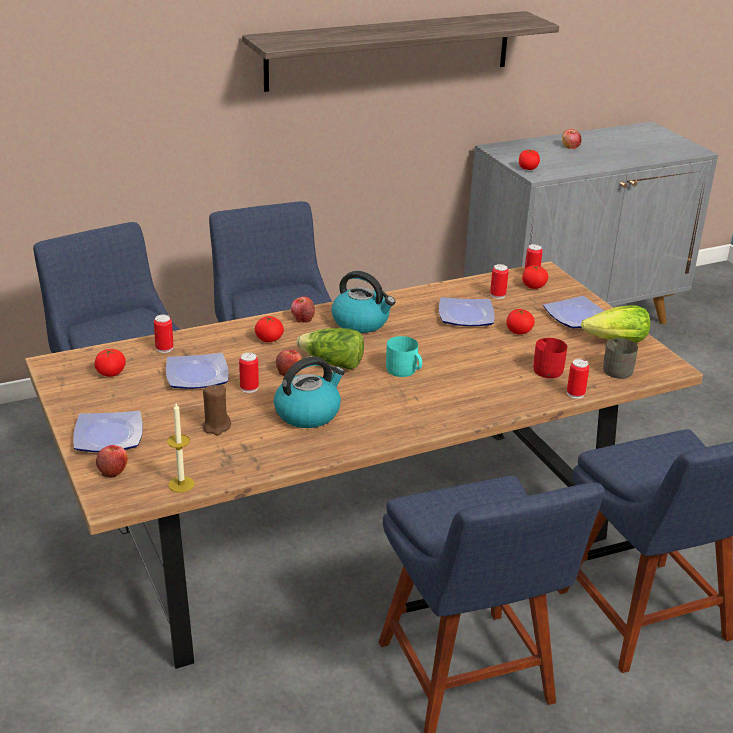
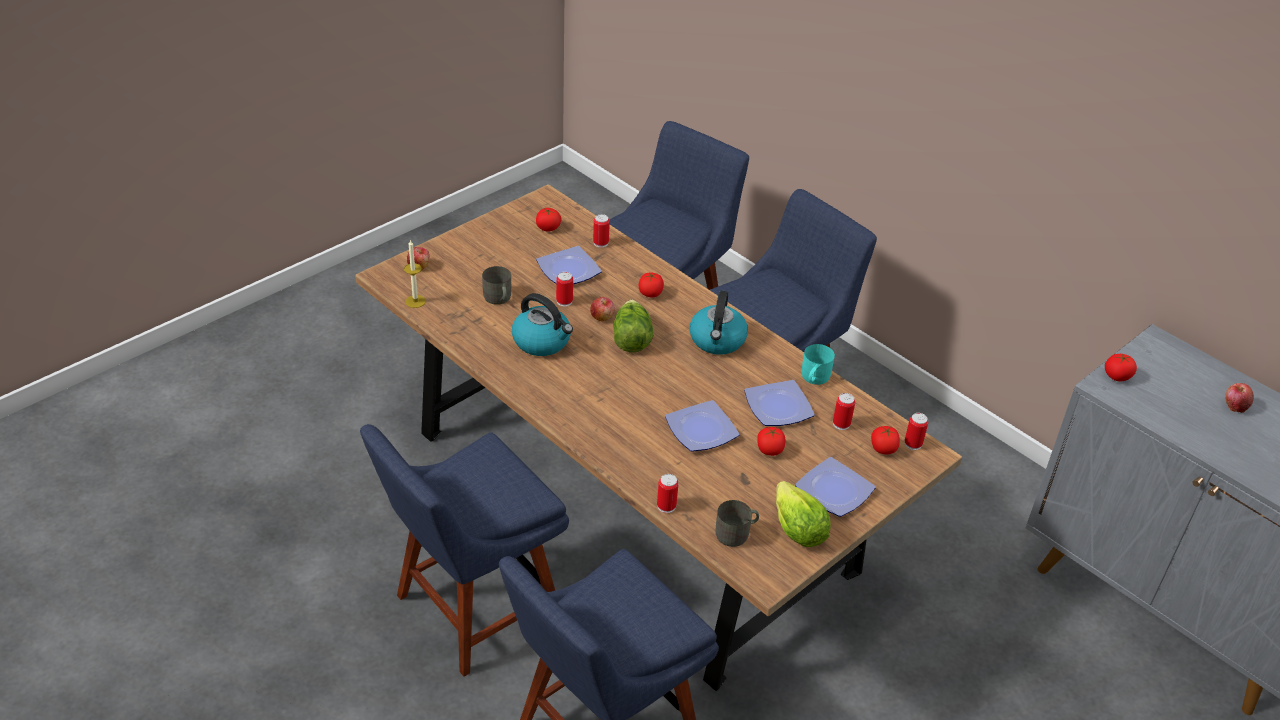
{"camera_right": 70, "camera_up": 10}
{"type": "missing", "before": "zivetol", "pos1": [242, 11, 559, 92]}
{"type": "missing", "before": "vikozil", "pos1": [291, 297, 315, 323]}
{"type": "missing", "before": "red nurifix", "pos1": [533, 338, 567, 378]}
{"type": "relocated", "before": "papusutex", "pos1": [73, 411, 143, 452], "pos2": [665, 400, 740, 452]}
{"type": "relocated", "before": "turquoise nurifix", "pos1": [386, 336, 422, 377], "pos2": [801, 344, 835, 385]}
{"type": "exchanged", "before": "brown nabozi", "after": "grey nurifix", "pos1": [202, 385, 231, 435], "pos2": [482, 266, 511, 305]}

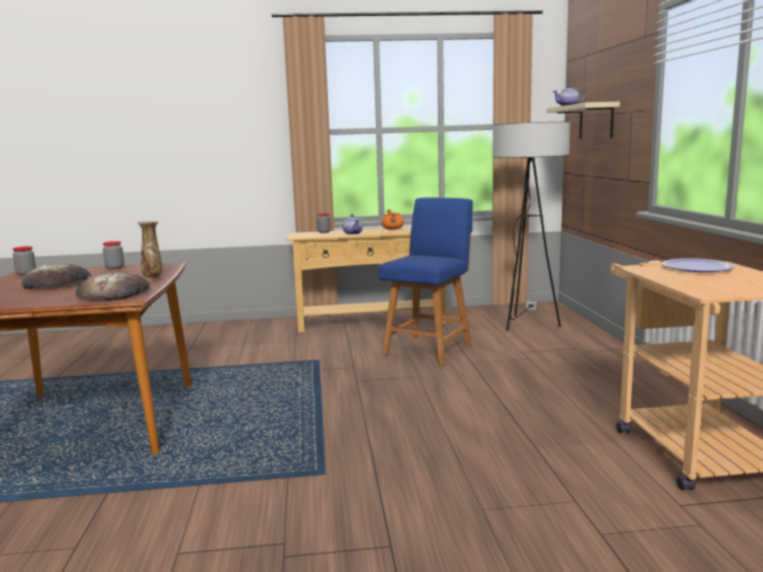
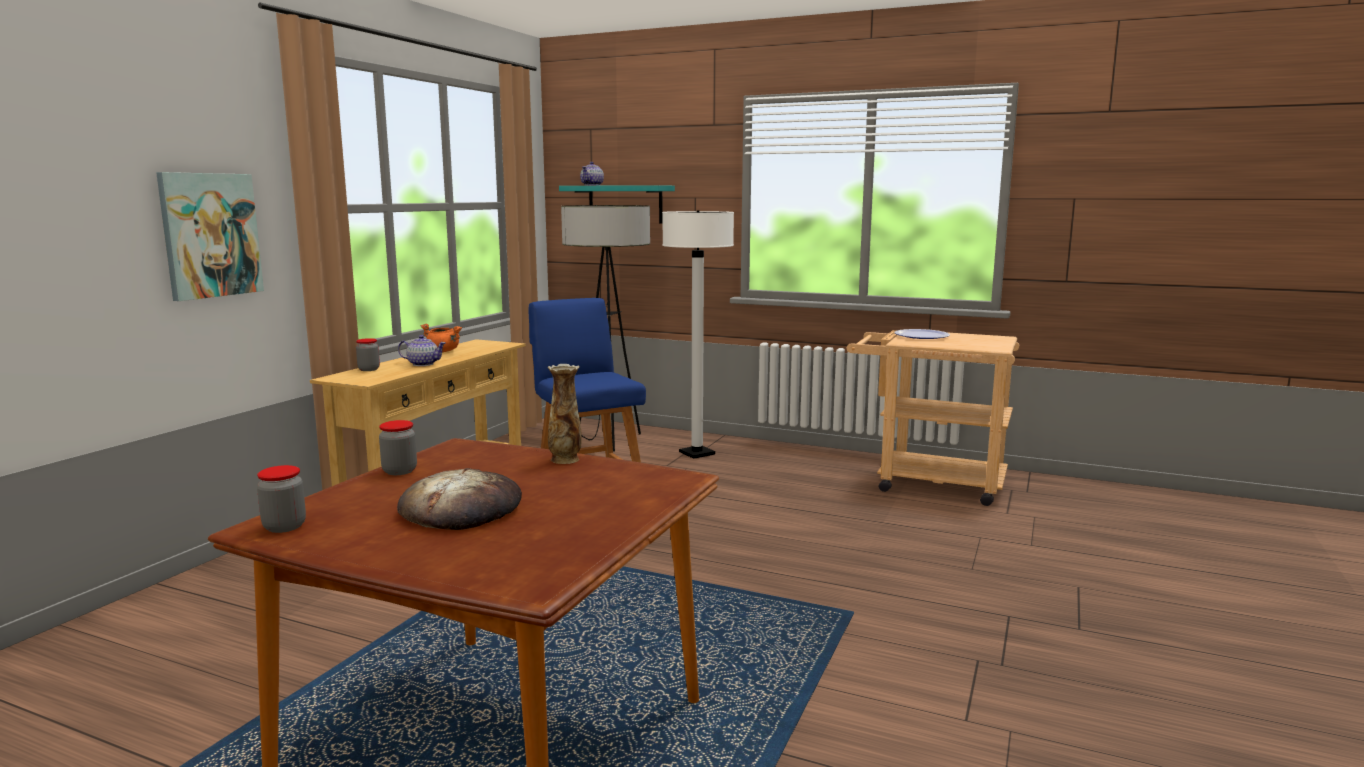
{"camera_right": -60, "camera_up": 0}
{"type": "missing", "before": "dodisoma", "pos1": [76, 272, 150, 301]}
{"type": "appeared", "after": "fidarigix", "pos2": [156, 172, 264, 301]}
{"type": "appeared", "after": "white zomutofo", "pos2": [662, 210, 734, 459]}
{"type": "colour", "before": "beige zivetol", "after": "turquoise zivetol", "pos1": [546, 102, 620, 139], "pos2": [559, 185, 675, 224]}

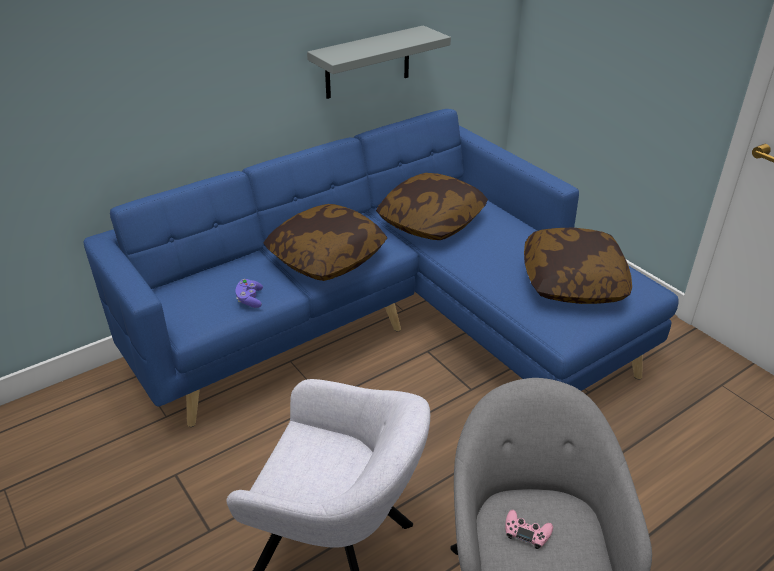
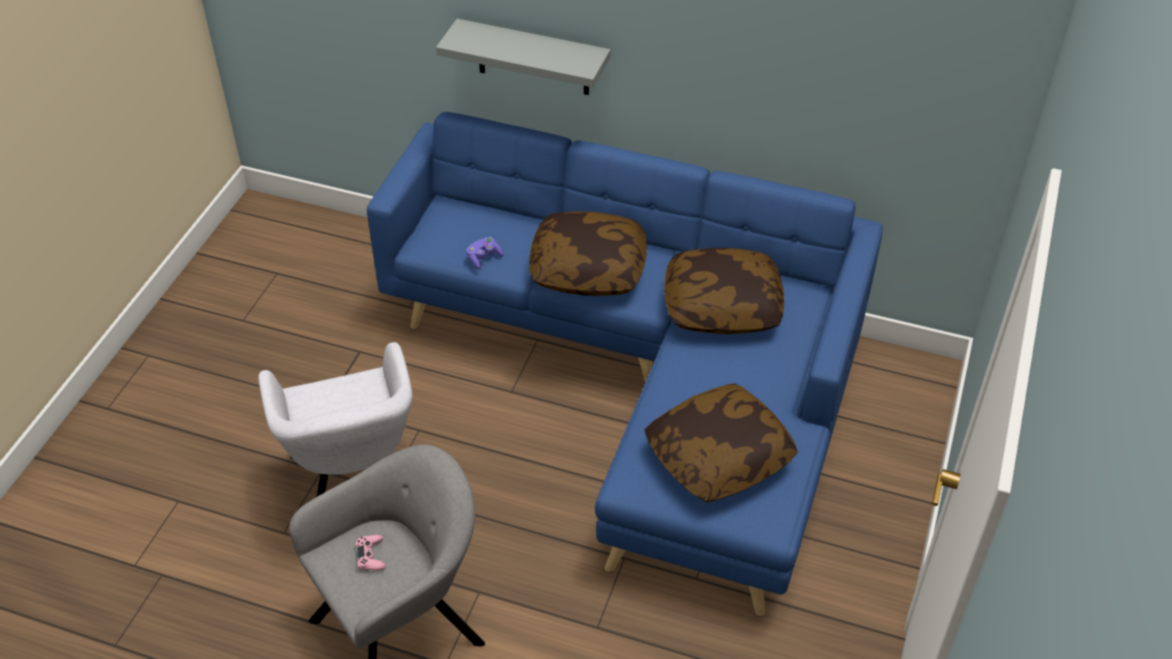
{"camera_right": 55, "camera_up": 10}
{"type": "relocated", "before": "grey zivetol", "pos1": [307, 25, 451, 99], "pos2": [436, 19, 610, 95]}

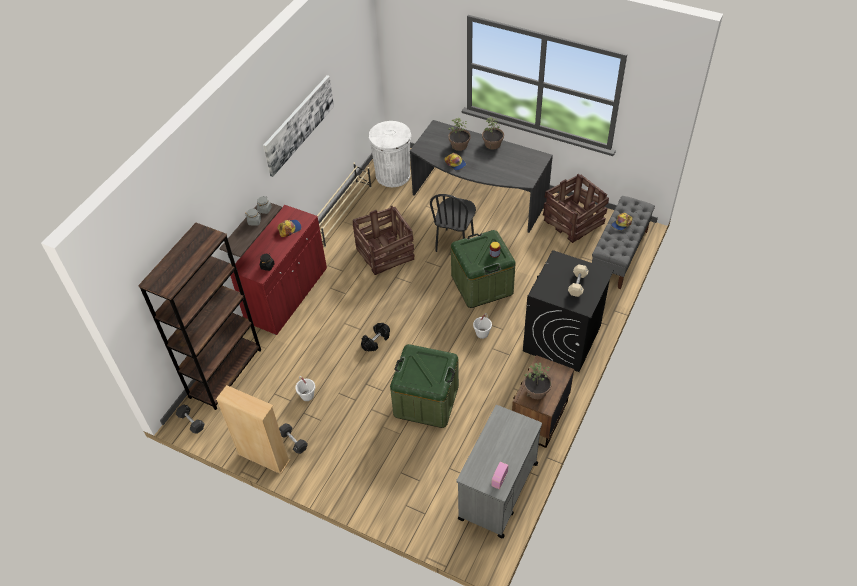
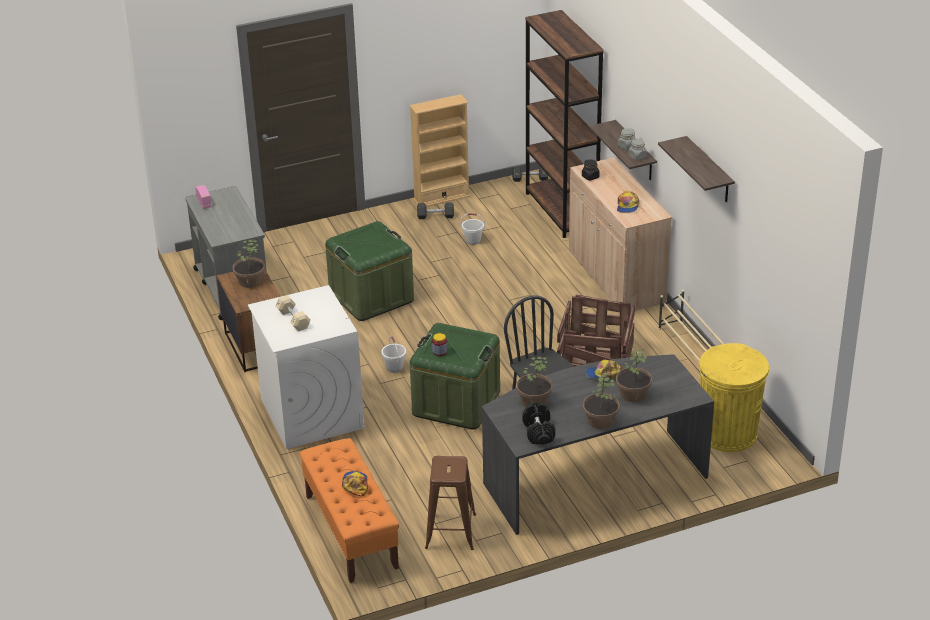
{"camera_right": 130, "camera_up": -15}
{"type": "appeared", "after": "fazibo", "pos2": [516, 357, 552, 407]}
{"type": "relocated", "before": "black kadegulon", "pos1": [361, 323, 390, 352], "pos2": [522, 402, 555, 445]}
{"type": "exchanged", "before": "fidarigix", "after": "zivetol", "pos1": [263, 75, 334, 177], "pos2": [658, 136, 735, 202]}
{"type": "exchanged", "before": "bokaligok", "after": "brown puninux", "pos1": [543, 174, 609, 243], "pos2": [425, 456, 476, 550]}
{"type": "colour", "before": "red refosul", "after": "beige refosul", "pos1": [231, 205, 327, 335], "pos2": [569, 157, 672, 311]}
{"type": "colour", "before": "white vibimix", "after": "yellow vibimix", "pos1": [369, 121, 411, 187], "pos2": [699, 343, 769, 452]}
{"type": "colour", "before": "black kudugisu", "after": "white kudugisu", "pos1": [523, 250, 614, 372], "pos2": [248, 285, 365, 449]}
{"type": "colour", "before": "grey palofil", "after": "orange palofil", "pos1": [592, 196, 655, 289], "pos2": [299, 438, 399, 583]}

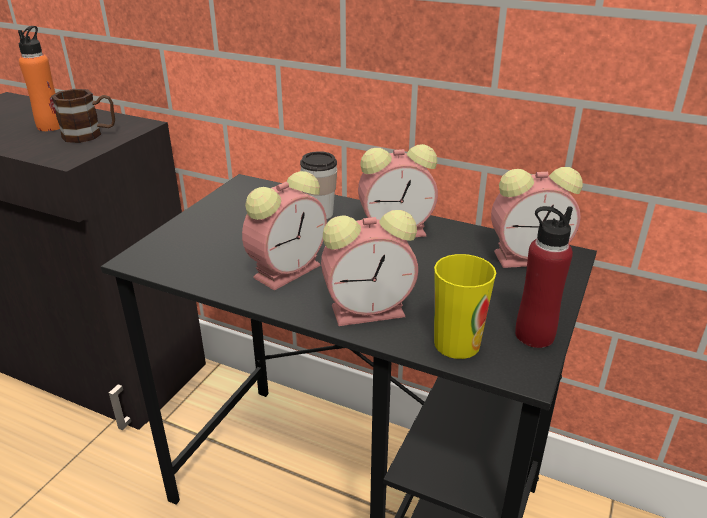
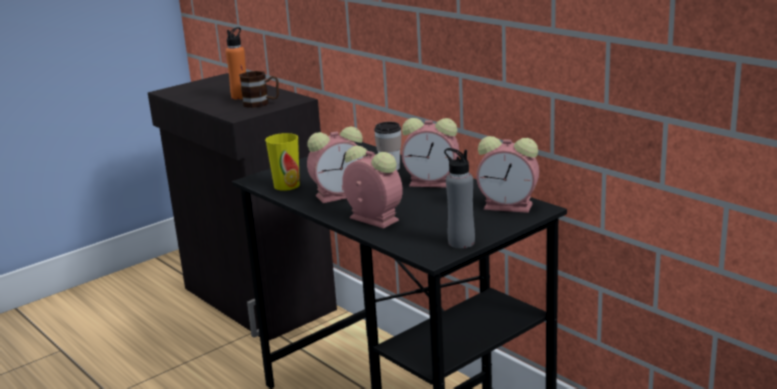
{"camera_right": 25, "camera_up": -10}
{"type": "relocated", "before": "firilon", "pos1": [434, 254, 496, 359], "pos2": [265, 133, 300, 191]}
{"type": "colour", "before": "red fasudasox", "after": "grey fasudasox", "pos1": [515, 206, 573, 348], "pos2": [444, 148, 475, 248]}
{"type": "spun", "before": "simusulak", "pos1": [321, 210, 418, 326], "pos2": [342, 146, 403, 229], "turn": -150}

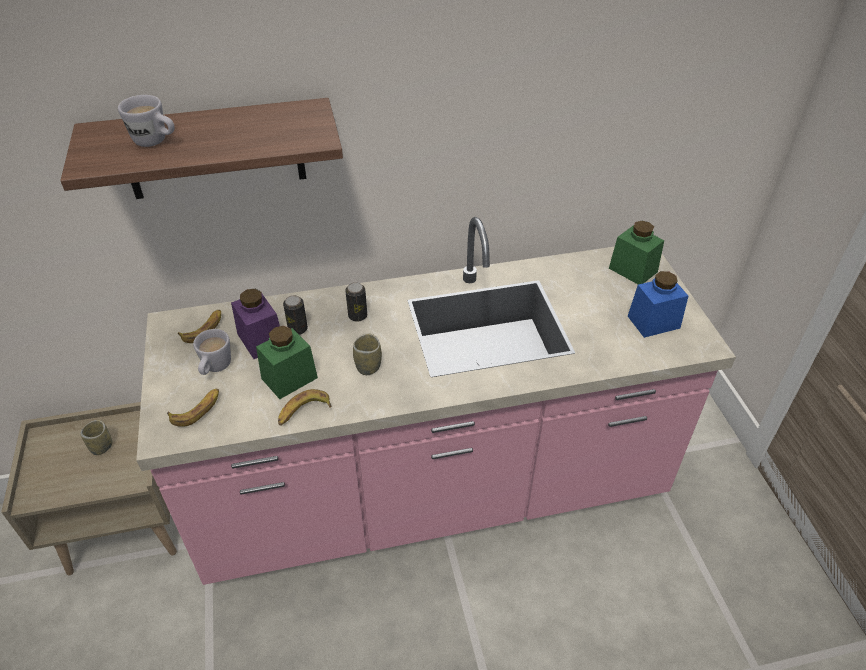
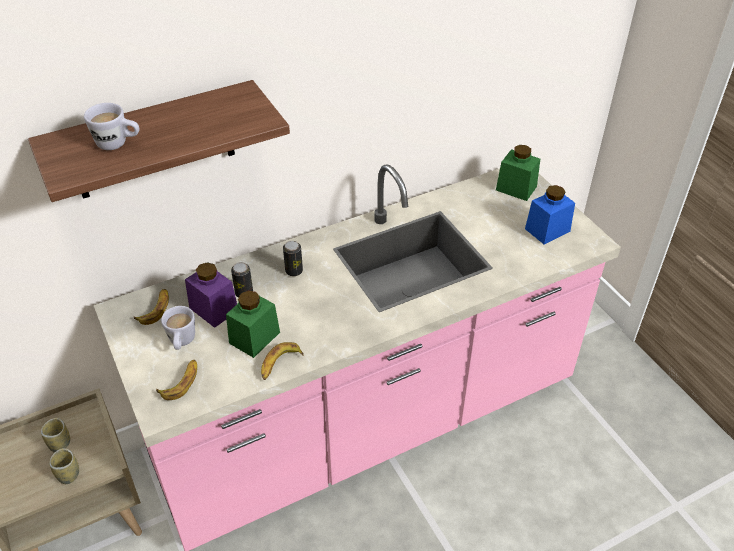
{"camera_right": -15, "camera_up": 0}
{"type": "relocated", "before": "firilon", "pos1": [353, 333, 382, 375], "pos2": [49, 448, 79, 484]}

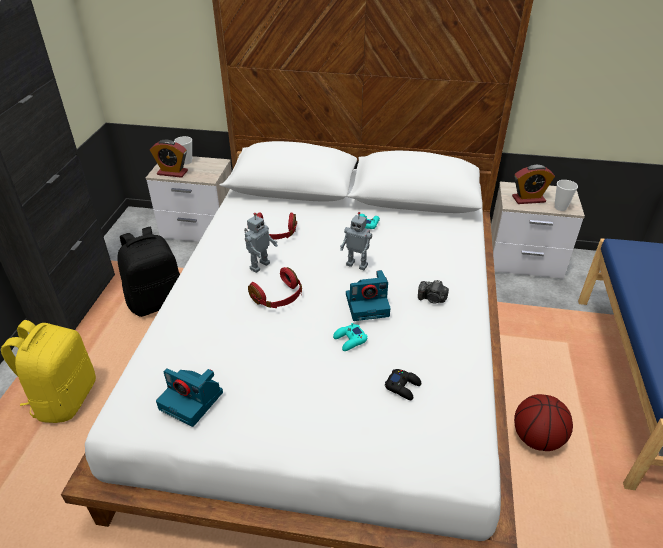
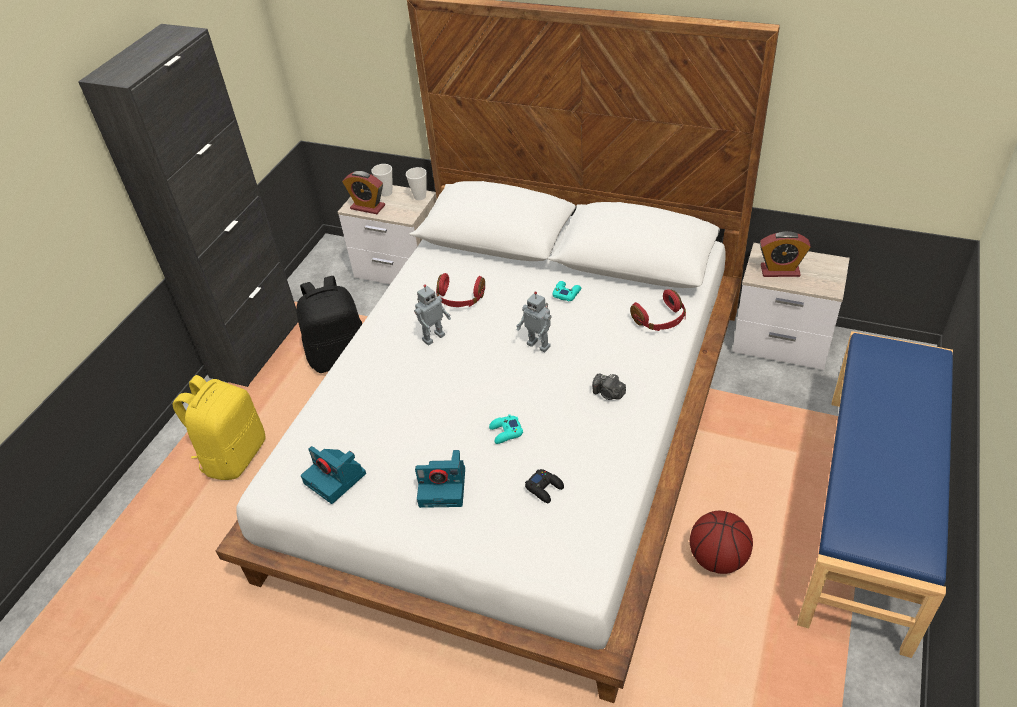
{"camera_right": 15, "camera_up": 5}
{"type": "relocated", "before": "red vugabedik", "pos1": [248, 267, 302, 308], "pos2": [630, 289, 686, 331]}
{"type": "relocated", "before": "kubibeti", "pos1": [346, 270, 391, 321], "pos2": [415, 450, 465, 508]}
{"type": "relocated", "before": "firilon", "pos1": [555, 180, 578, 211], "pos2": [406, 167, 427, 200]}

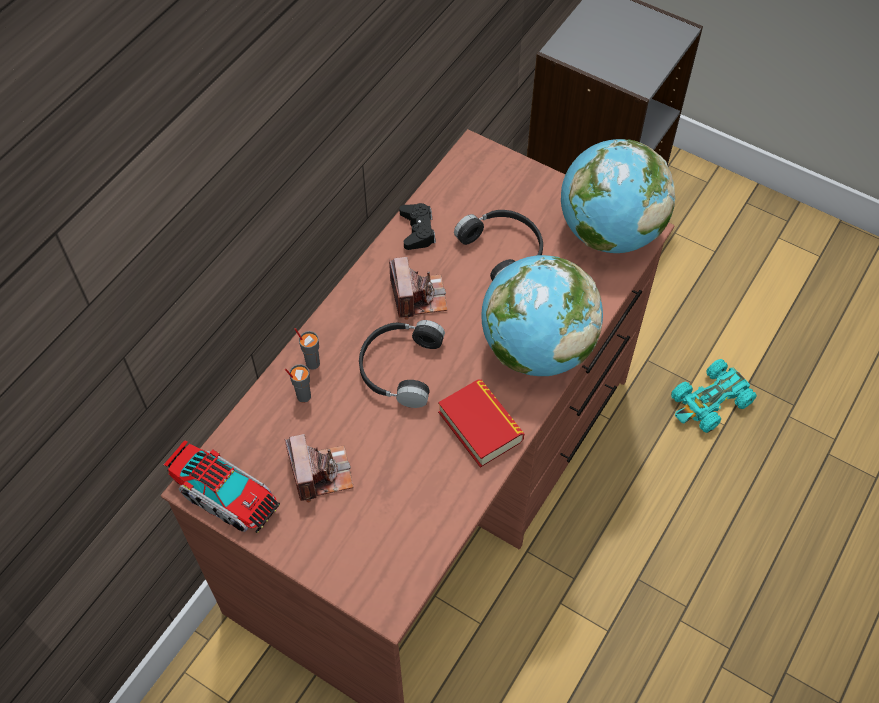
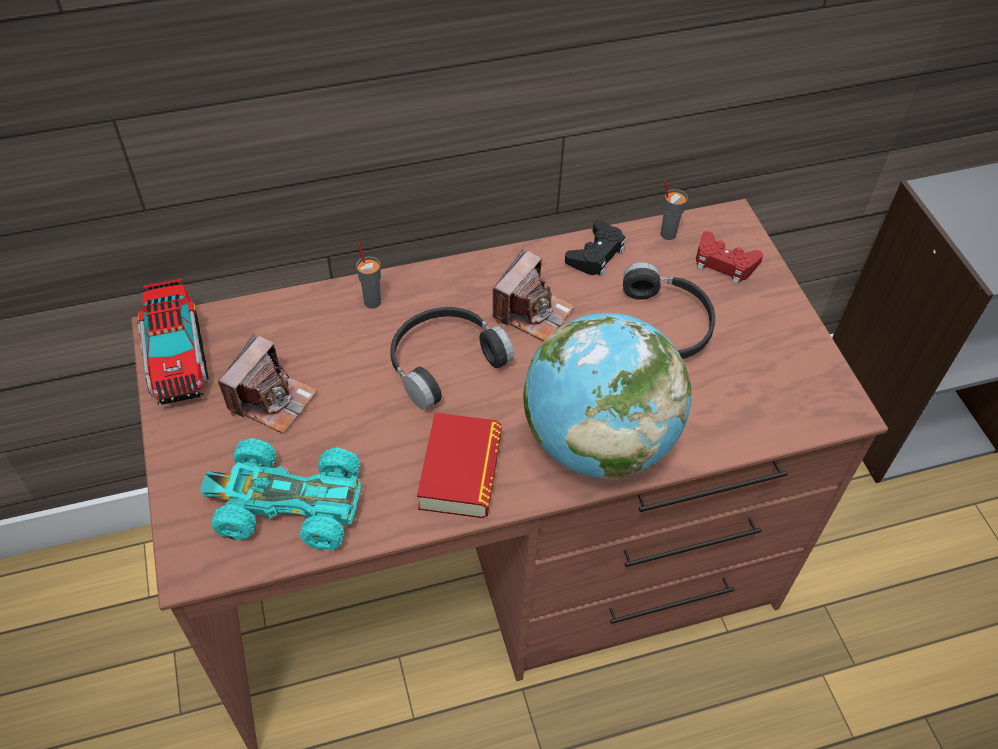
{"camera_right": 40, "camera_up": -5}
{"type": "missing", "before": "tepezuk", "pos1": [561, 139, 675, 253]}
{"type": "appeared", "after": "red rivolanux", "pos2": [696, 231, 763, 284]}
{"type": "relocated", "before": "grey firilon", "pos1": [285, 364, 311, 403], "pos2": [660, 180, 688, 240]}
{"type": "relocated", "before": "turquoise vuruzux", "pos1": [671, 359, 757, 433], "pos2": [200, 438, 361, 551]}

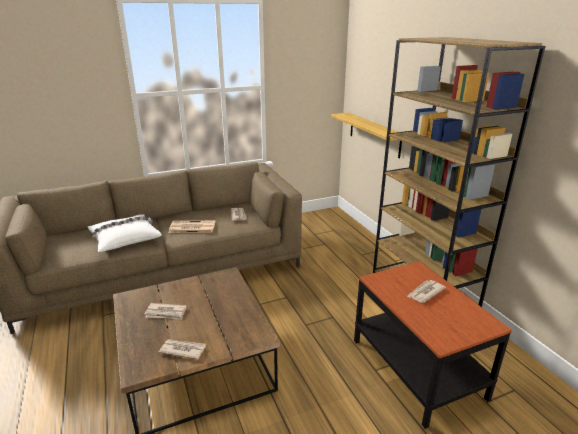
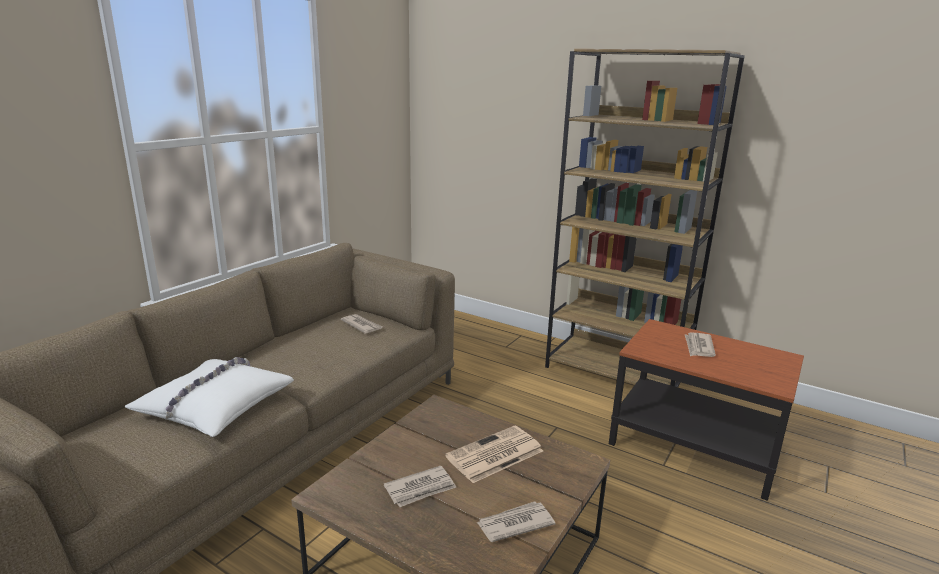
{"camera_right": -35, "camera_up": -5}
{"type": "missing", "before": "zivetol", "pos1": [331, 113, 402, 158]}
{"type": "relocated", "before": "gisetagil", "pos1": [169, 221, 215, 233], "pos2": [445, 425, 543, 483]}

